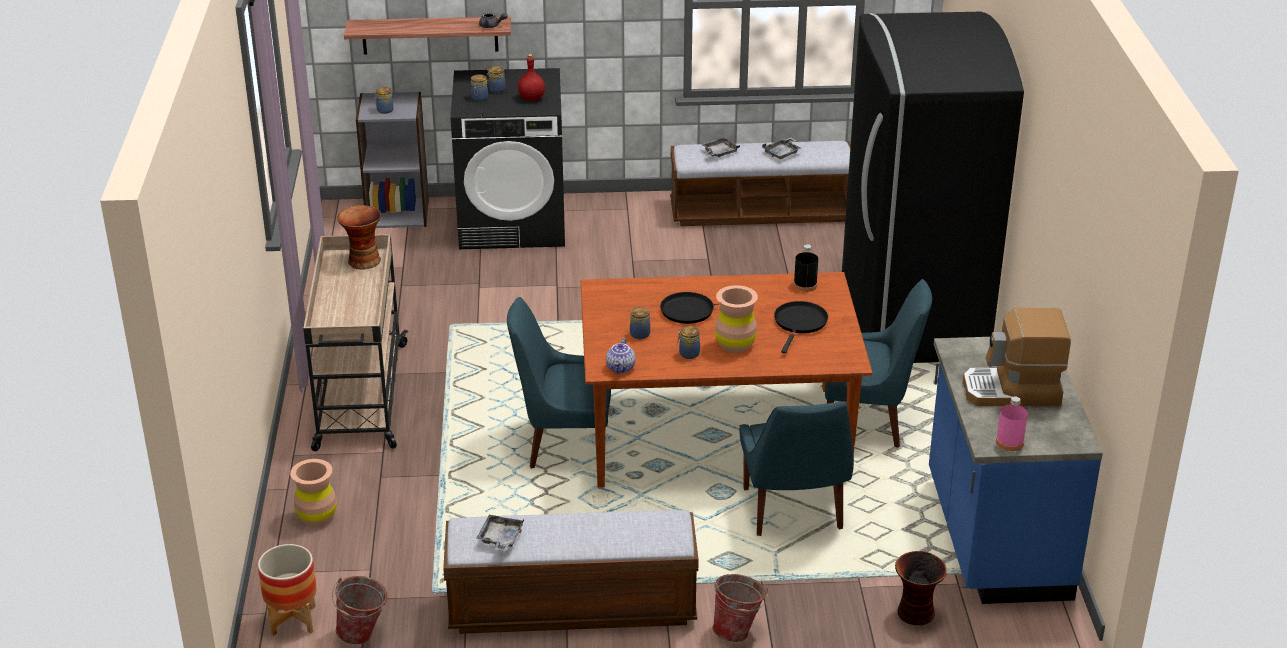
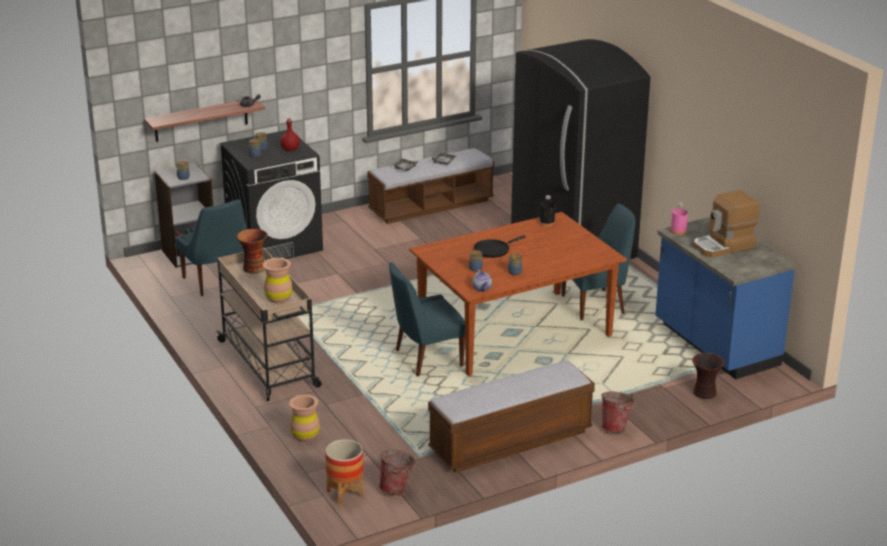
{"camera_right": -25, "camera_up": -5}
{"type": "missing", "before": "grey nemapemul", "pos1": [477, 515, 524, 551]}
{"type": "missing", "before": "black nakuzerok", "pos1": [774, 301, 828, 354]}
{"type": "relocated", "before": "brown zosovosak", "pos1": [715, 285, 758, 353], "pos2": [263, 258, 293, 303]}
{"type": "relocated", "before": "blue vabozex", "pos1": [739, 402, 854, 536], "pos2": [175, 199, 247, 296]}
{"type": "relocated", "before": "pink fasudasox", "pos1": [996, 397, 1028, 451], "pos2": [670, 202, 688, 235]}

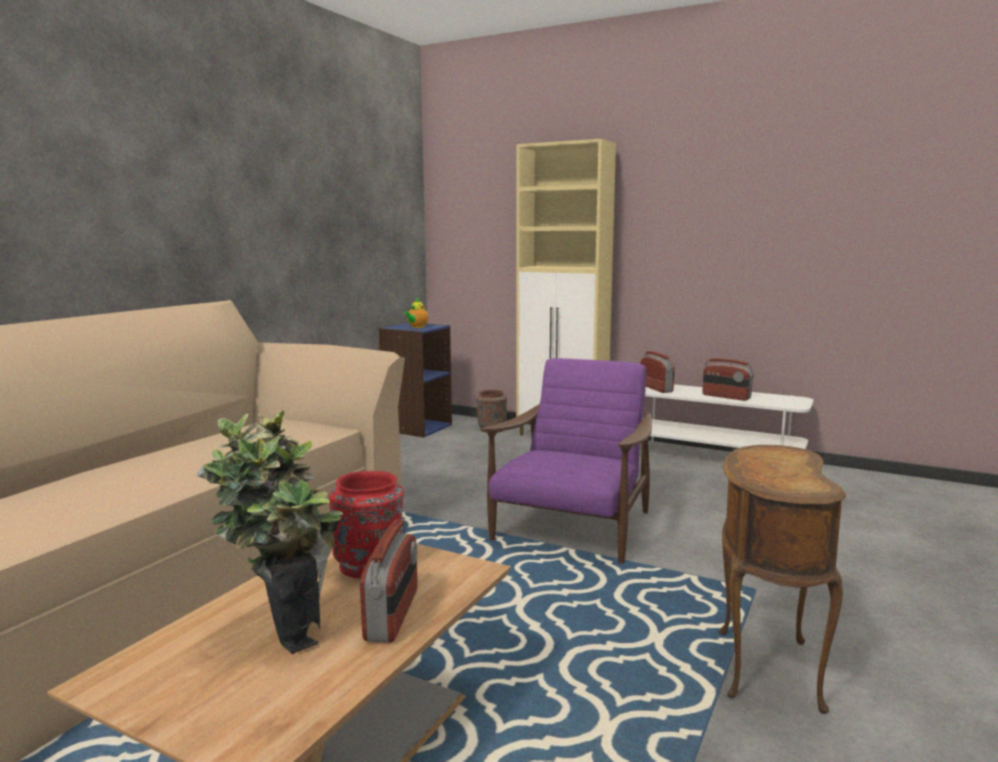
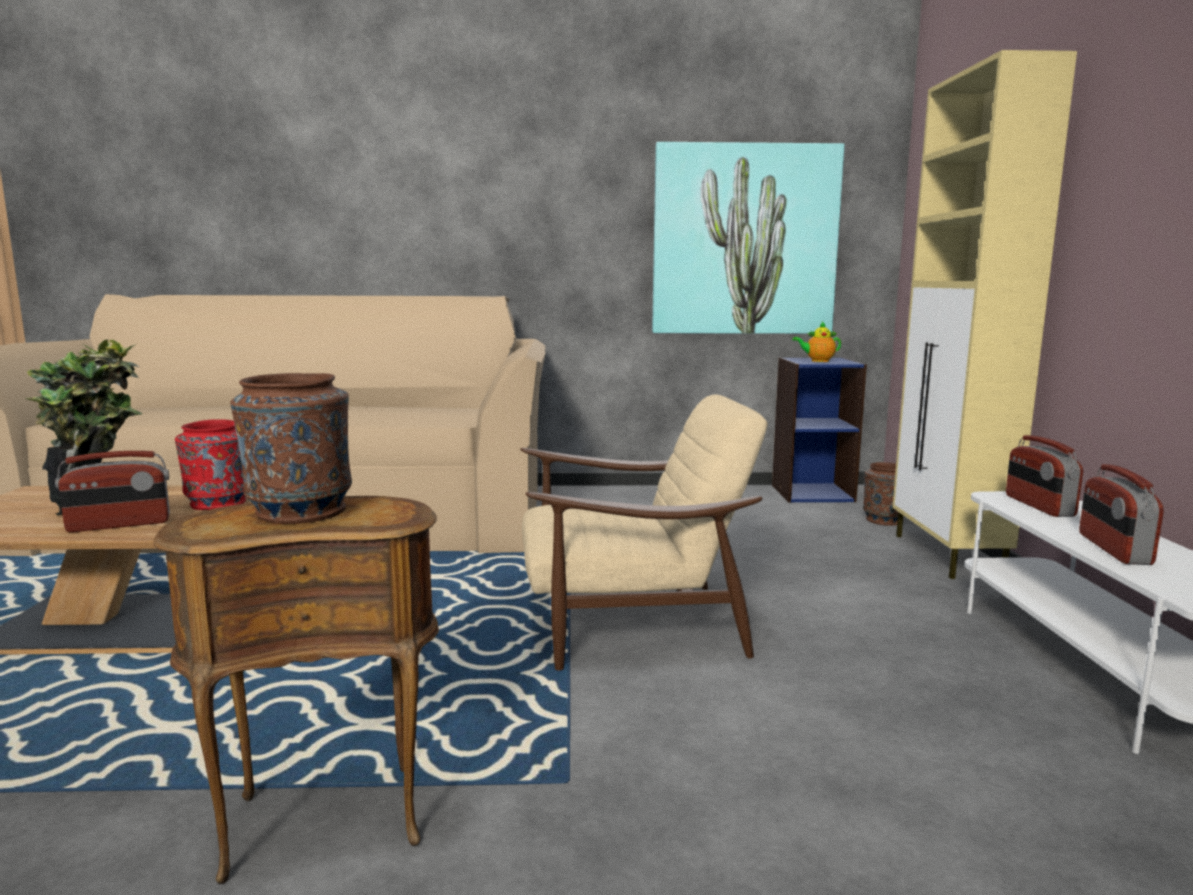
{"camera_right": 60, "camera_up": 0}
{"type": "appeared", "after": "brown zosovosak", "pos2": [230, 373, 352, 524]}
{"type": "appeared", "after": "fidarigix", "pos2": [652, 142, 845, 334]}
{"type": "colour", "before": "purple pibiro", "after": "beige pibiro", "pos1": [481, 358, 652, 564], "pos2": [520, 394, 768, 670]}
{"type": "spun", "before": "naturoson", "pos1": [641, 351, 674, 393], "pos2": [1006, 435, 1083, 517], "turn": 135}

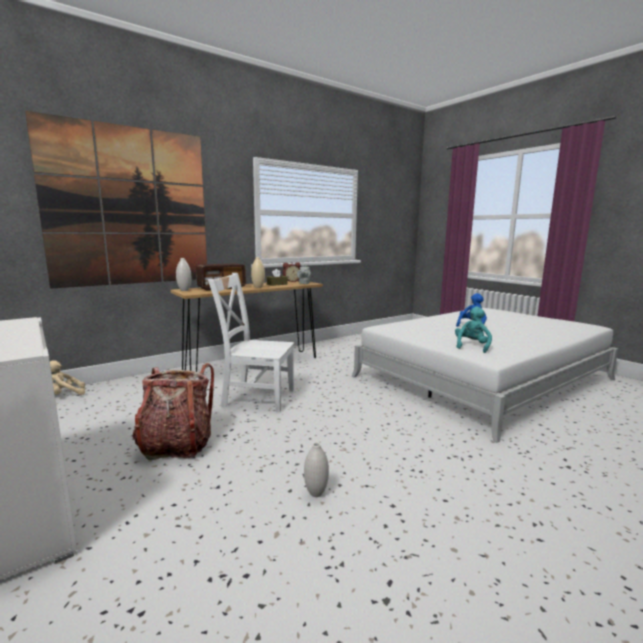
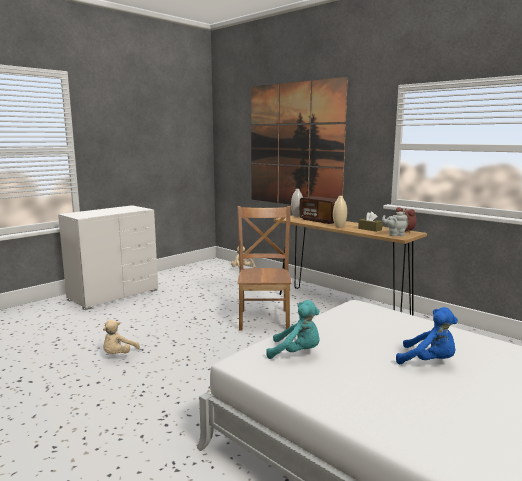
{"camera_right": 80, "camera_up": 0}
{"type": "missing", "before": "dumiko", "pos1": [132, 363, 214, 460]}
{"type": "exchanged", "before": "white zosovosak", "after": "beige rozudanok", "pos1": [304, 442, 329, 497], "pos2": [103, 320, 140, 354]}
{"type": "colour", "before": "white vabozex", "after": "brown vabozex", "pos1": [208, 273, 294, 412], "pos2": [237, 206, 292, 331]}

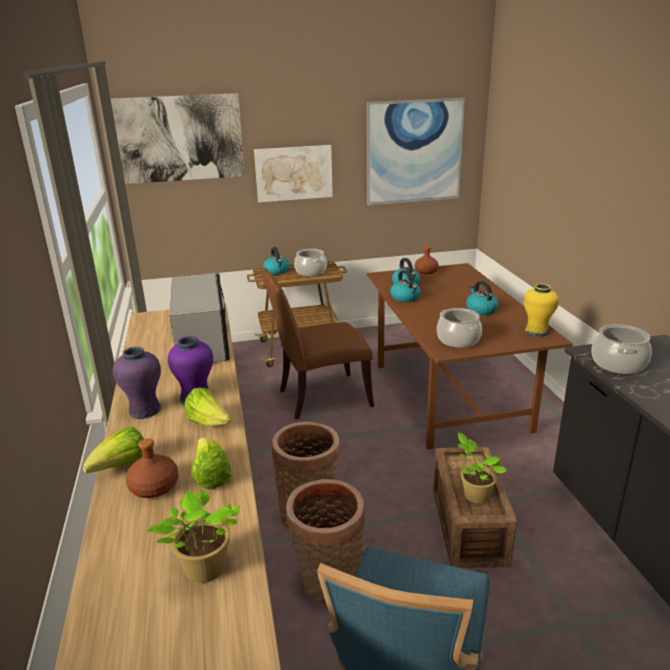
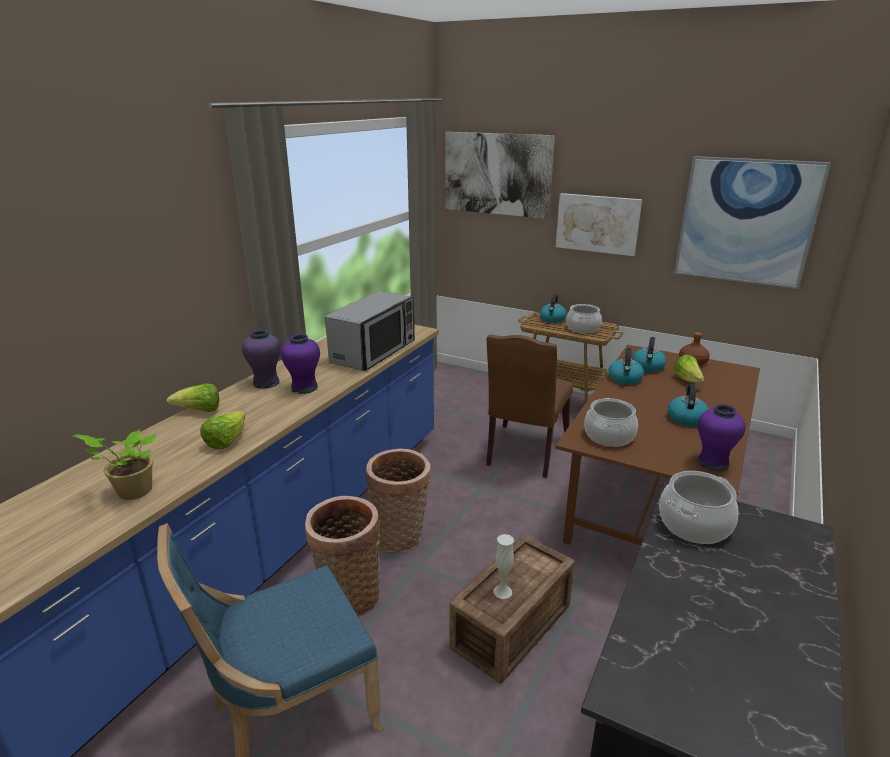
{"camera_right": 40, "camera_up": 0}
{"type": "missing", "before": "brown fasudasox", "pos1": [126, 438, 179, 498]}
{"type": "relocated", "before": "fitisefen", "pos1": [185, 387, 232, 426], "pos2": [674, 354, 705, 382]}
{"type": "exchanged", "before": "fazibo", "after": "white zosovosak", "pos1": [458, 432, 507, 503], "pos2": [493, 534, 514, 599]}
{"type": "colour", "before": "yellow zosovosak", "after": "purple zosovosak", "pos1": [524, 284, 559, 337], "pos2": [697, 404, 745, 472]}
{"type": "spun", "before": "brown vabozex", "pos1": [260, 268, 374, 420], "pos2": [486, 335, 573, 478], "turn": -90}

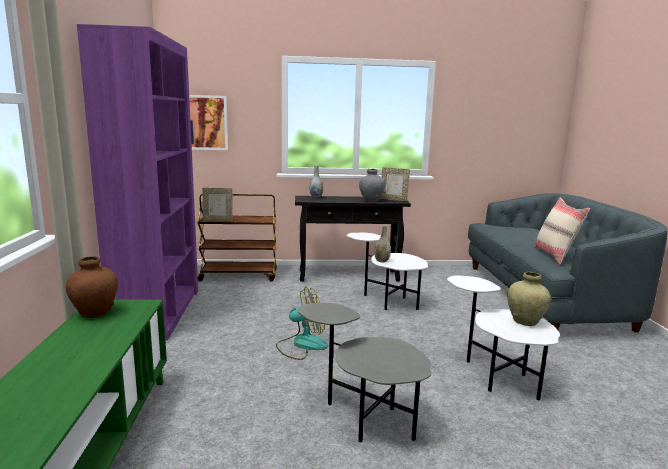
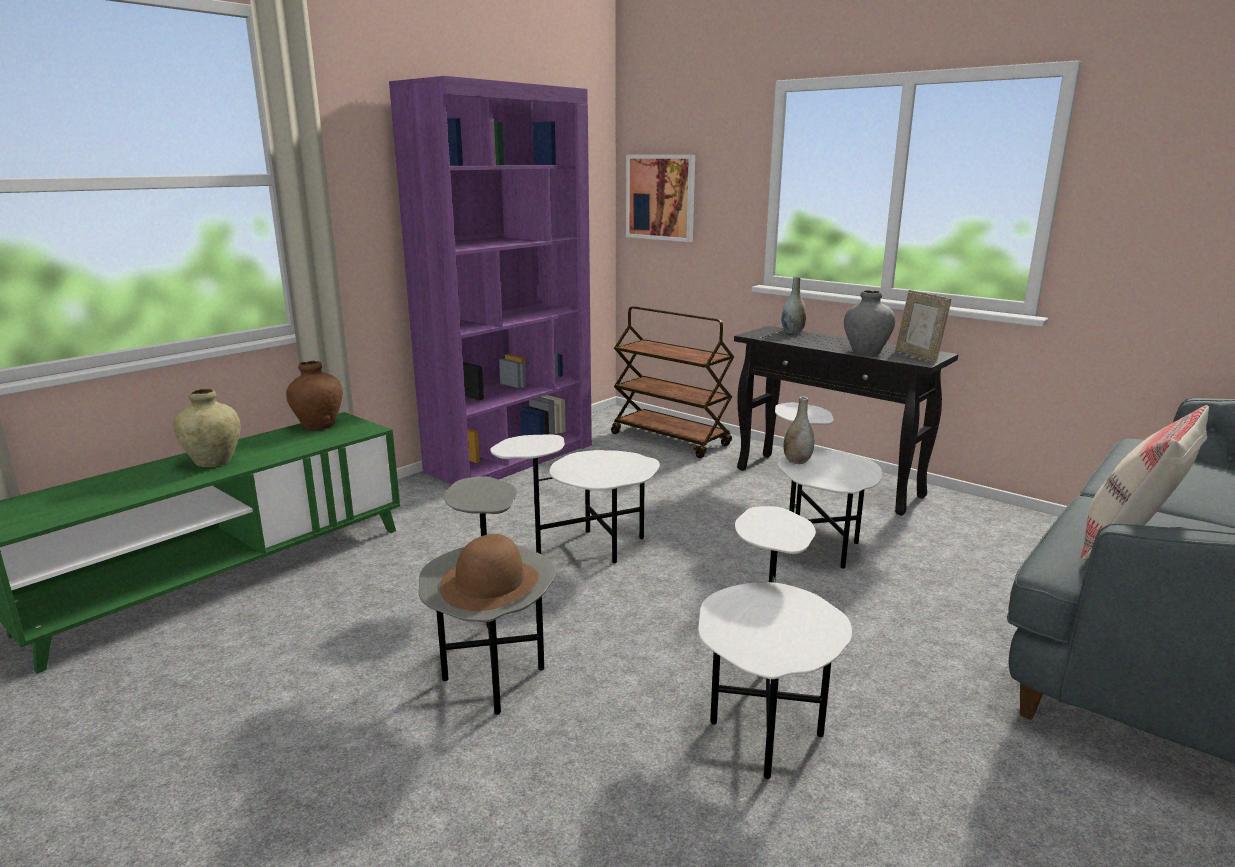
{"camera_right": 45, "camera_up": 5}
{"type": "missing", "before": "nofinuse", "pos1": [203, 188, 232, 221]}
{"type": "appeared", "after": "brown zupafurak", "pos2": [440, 534, 539, 611]}
{"type": "relocated", "before": "beige zosovosak", "pos1": [507, 272, 551, 326], "pos2": [173, 389, 241, 468]}
{"type": "exchanged", "before": "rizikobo", "after": "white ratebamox", "pos1": [276, 286, 328, 360], "pos2": [490, 434, 660, 563]}

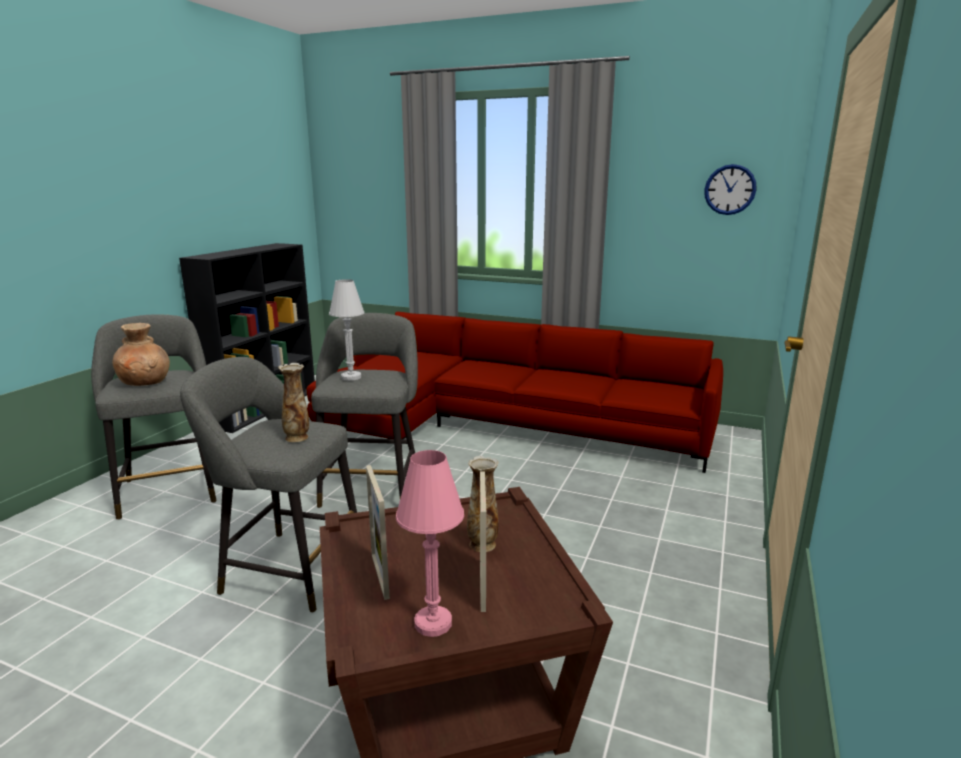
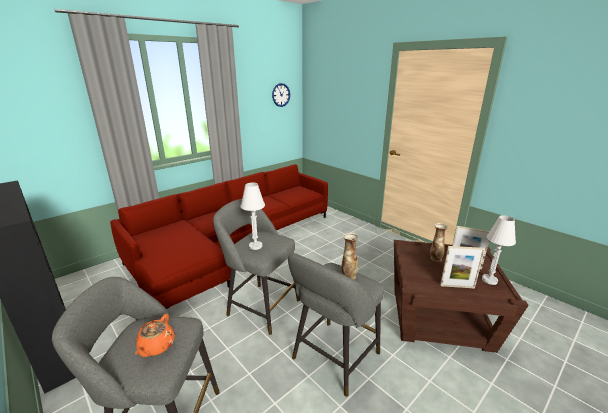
{"camera_right": -65, "camera_up": 5}
{"type": "exchanged", "before": "brown zosovosak", "after": "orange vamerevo", "pos1": [112, 323, 170, 386], "pos2": [135, 314, 175, 357]}
{"type": "colour", "before": "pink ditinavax", "after": "white ditinavax", "pos1": [396, 450, 464, 637], "pos2": [482, 215, 516, 285]}

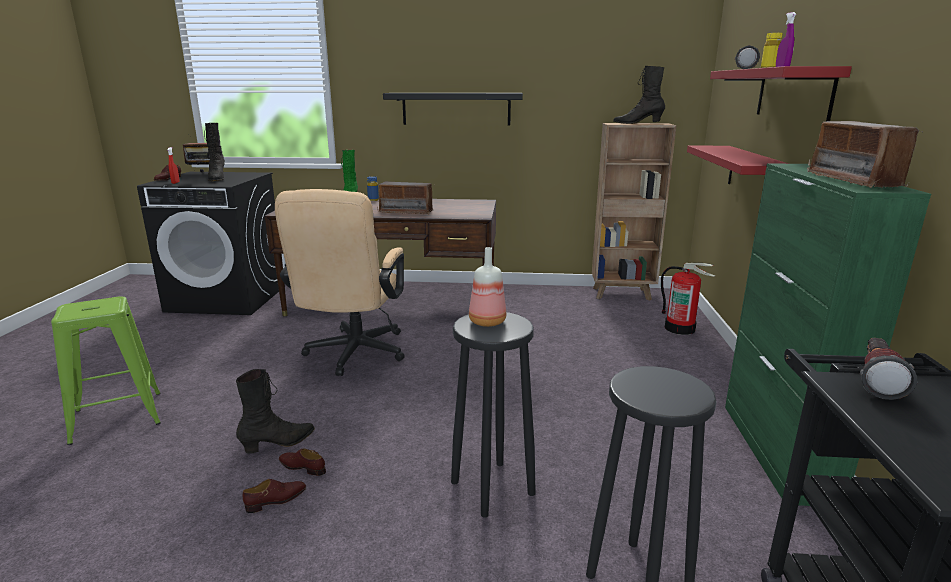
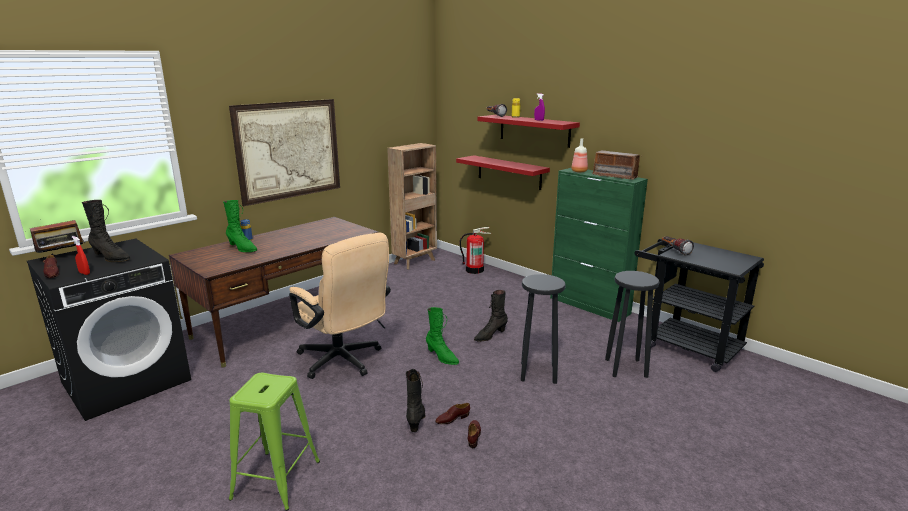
{"camera_right": -50, "camera_up": 0}
{"type": "missing", "before": "naturoson", "pos1": [377, 181, 434, 214]}
{"type": "appeared", "after": "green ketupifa", "pos2": [426, 307, 459, 365]}
{"type": "relocated", "before": "fasudasox", "pos1": [469, 247, 506, 327], "pos2": [571, 138, 588, 173]}
{"type": "relocated", "before": "black ketupifa", "pos1": [613, 66, 665, 124], "pos2": [474, 290, 508, 342]}
{"type": "exchanged", "before": "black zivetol", "after": "fidarigix", "pos1": [383, 93, 523, 125], "pos2": [229, 99, 340, 206]}

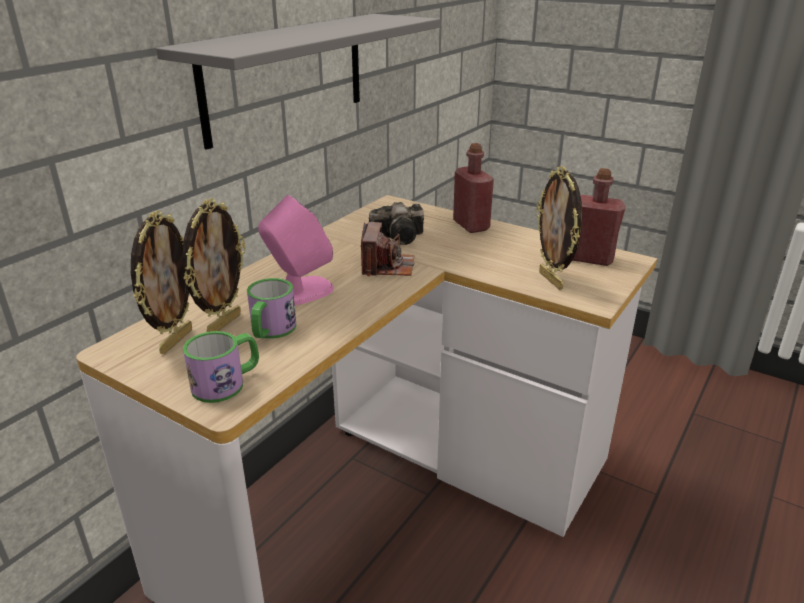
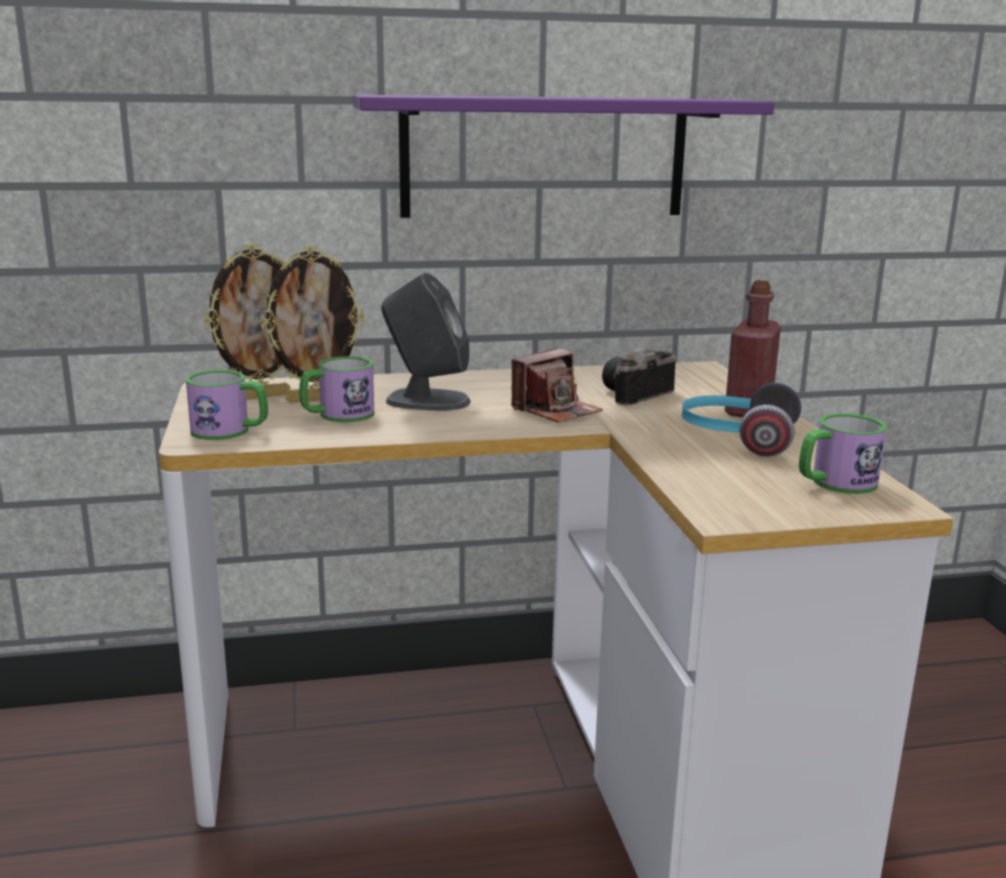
{"camera_right": 45, "camera_up": -10}
{"type": "missing", "before": "nofinuse", "pos1": [536, 166, 582, 290]}
{"type": "appeared", "after": "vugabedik", "pos2": [681, 383, 801, 457]}
{"type": "exchanged", "before": "red fasudasox", "after": "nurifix", "pos1": [572, 168, 626, 266], "pos2": [799, 413, 887, 494]}
{"type": "colour", "before": "grey zivetol", "after": "purple zivetol", "pos1": [156, 14, 440, 150], "pos2": [353, 95, 774, 218]}
{"type": "colour", "before": "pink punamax", "after": "grey punamax", "pos1": [258, 195, 334, 306], "pos2": [381, 273, 471, 411]}
{"type": "spun", "before": "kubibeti", "pos1": [369, 202, 424, 245], "pos2": [602, 348, 676, 405], "turn": 105}

